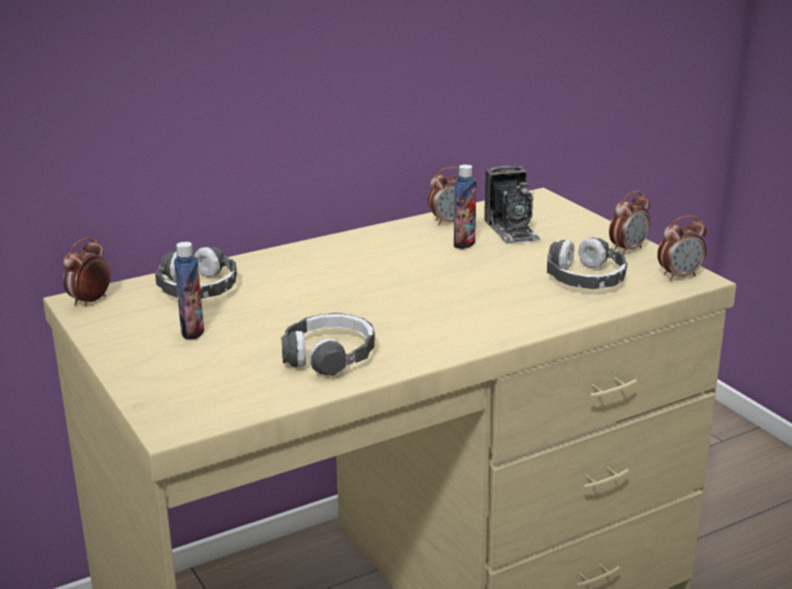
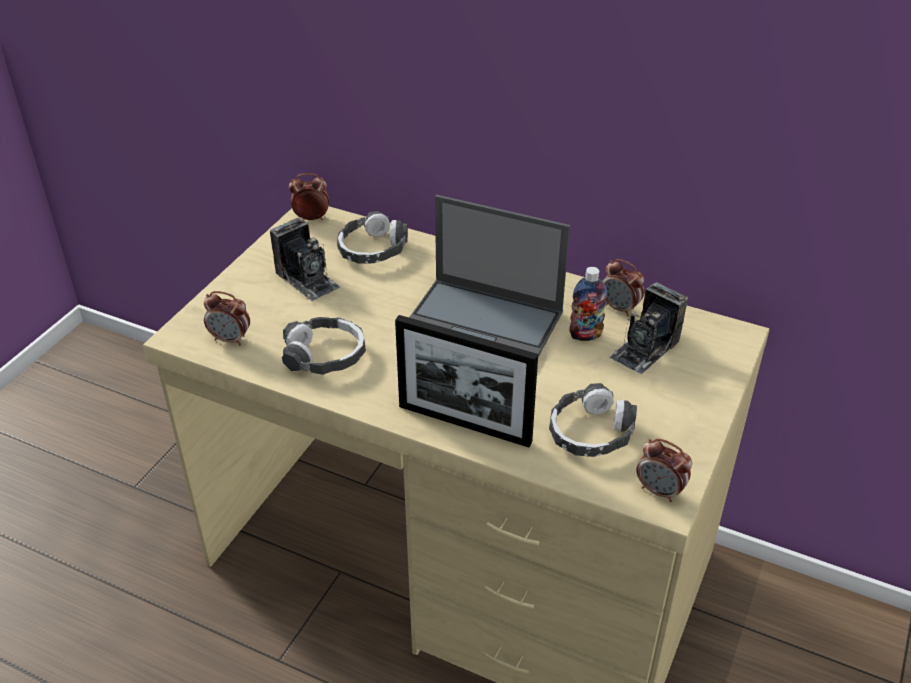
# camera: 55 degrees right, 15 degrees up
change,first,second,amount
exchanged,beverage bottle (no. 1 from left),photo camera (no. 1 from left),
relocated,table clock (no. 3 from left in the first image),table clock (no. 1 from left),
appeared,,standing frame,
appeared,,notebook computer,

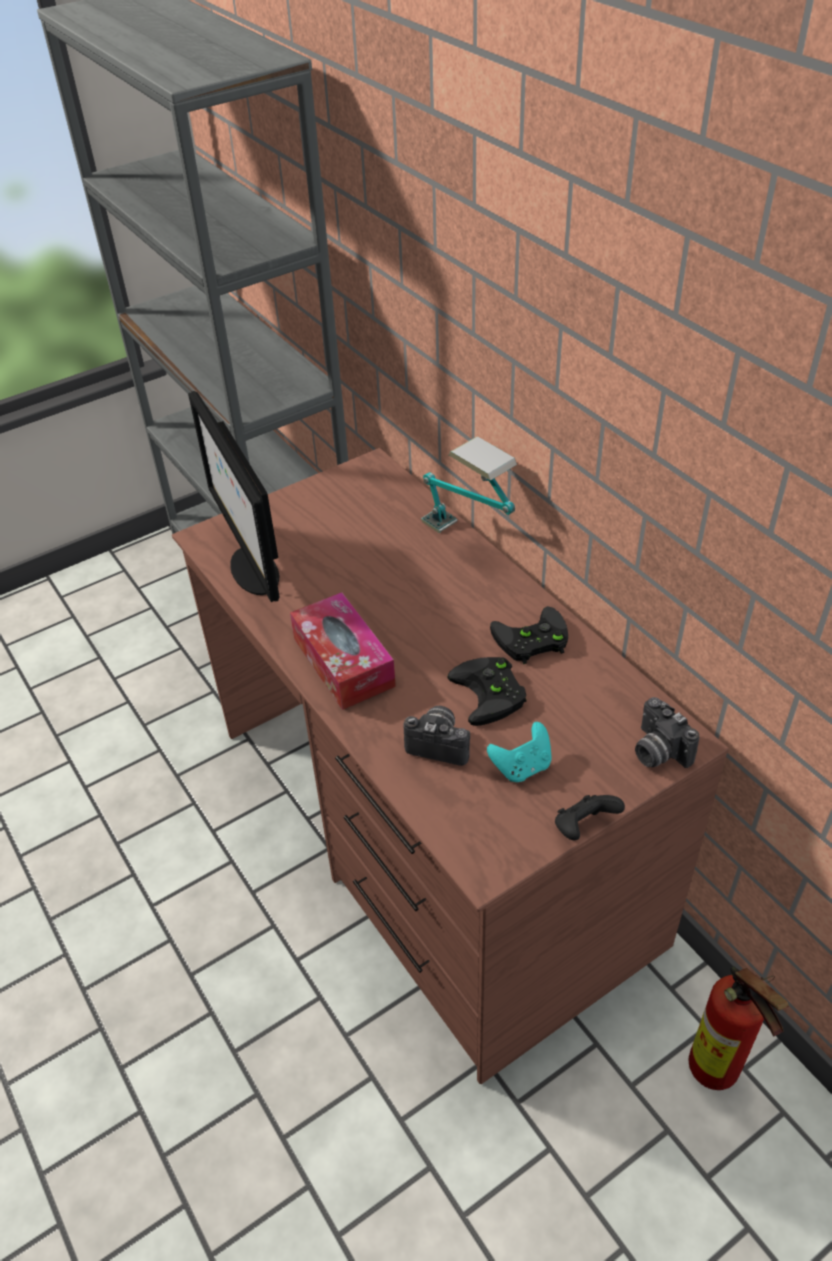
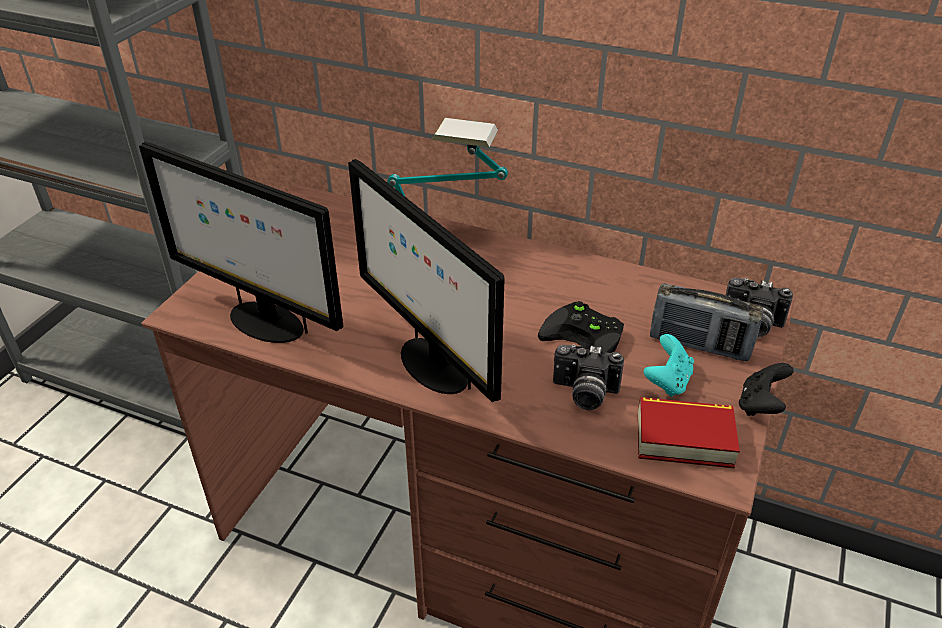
# camera: 35 degrees left, 5 degrees down
change,first,second,amount
exchanged,tissue holder,computer screen (no. 2 from left),
spun,photo camera (no. 1 from left),,150 degrees counterclockwise
missing,blackish joypad (no. 2 from left),,
missing,fire-fighting cylinder,,
appeared,,volume,
appeared,,radio receiver,

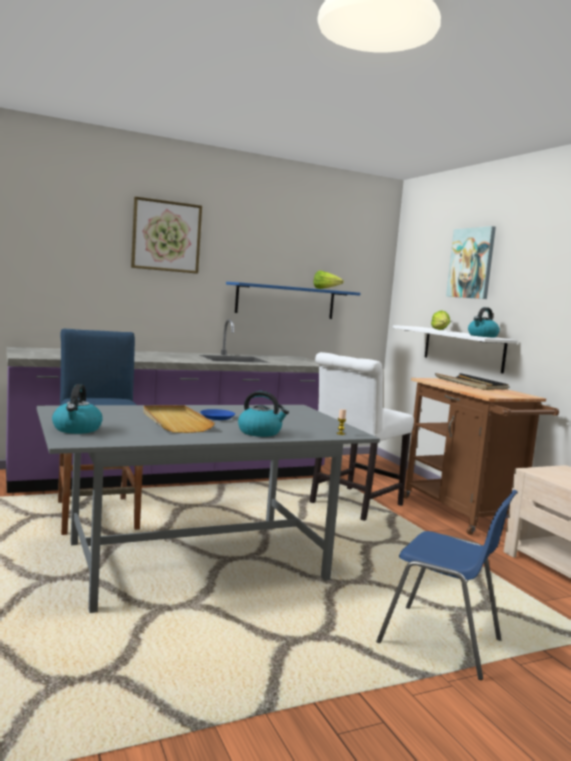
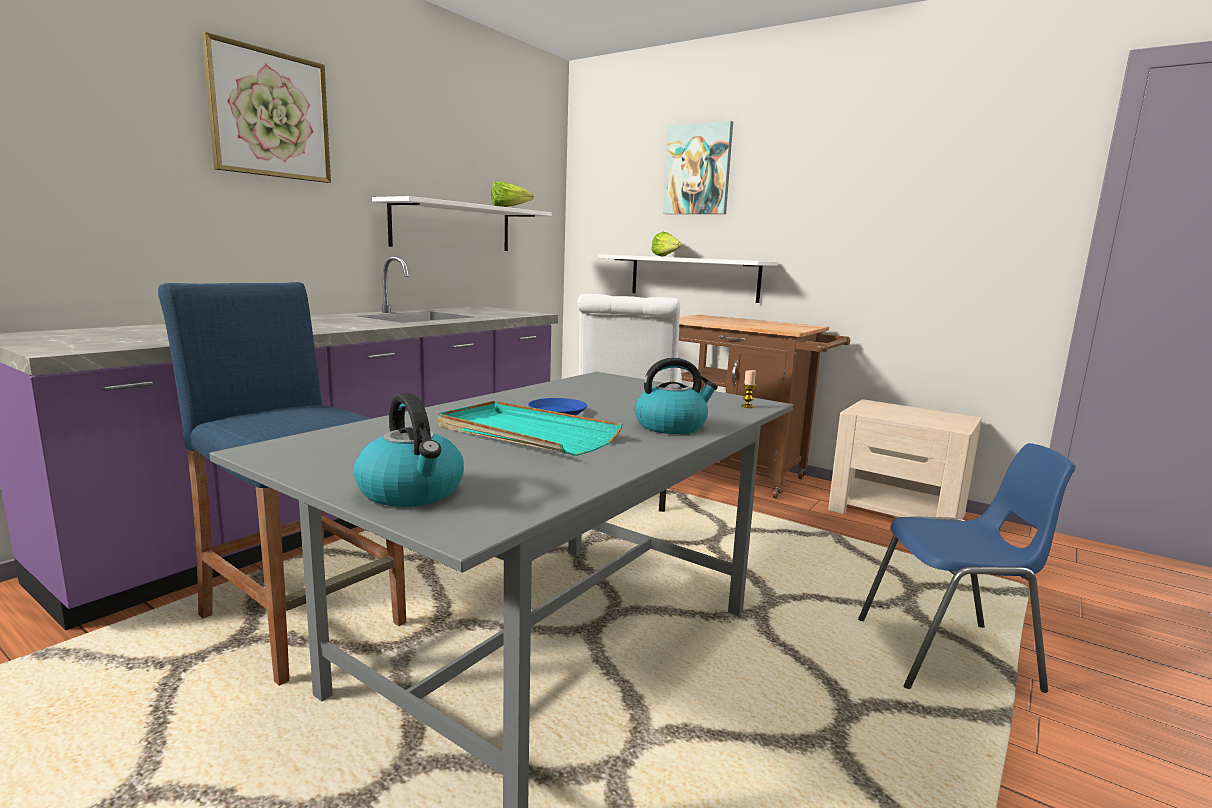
# camera: 30 degrees left, 5 degrees up
change,first,second,amount
colour,sand-coloured tray,blue-green tray,
colour,blue bracket shelf,whitish bracket shelf (no. 1 from left),
missing,blackish tray,,
missing,tea kettle (no. 3 from left),,

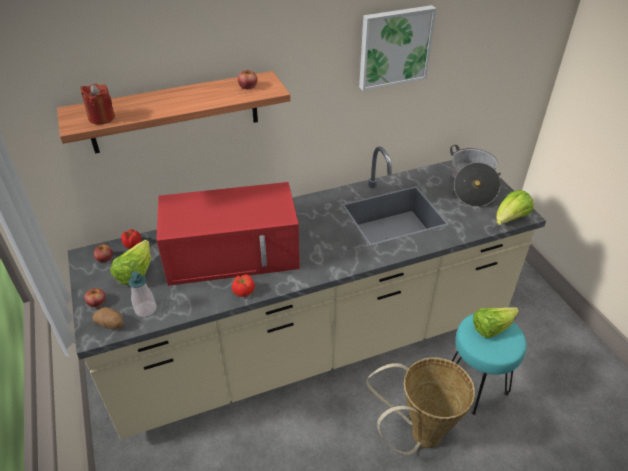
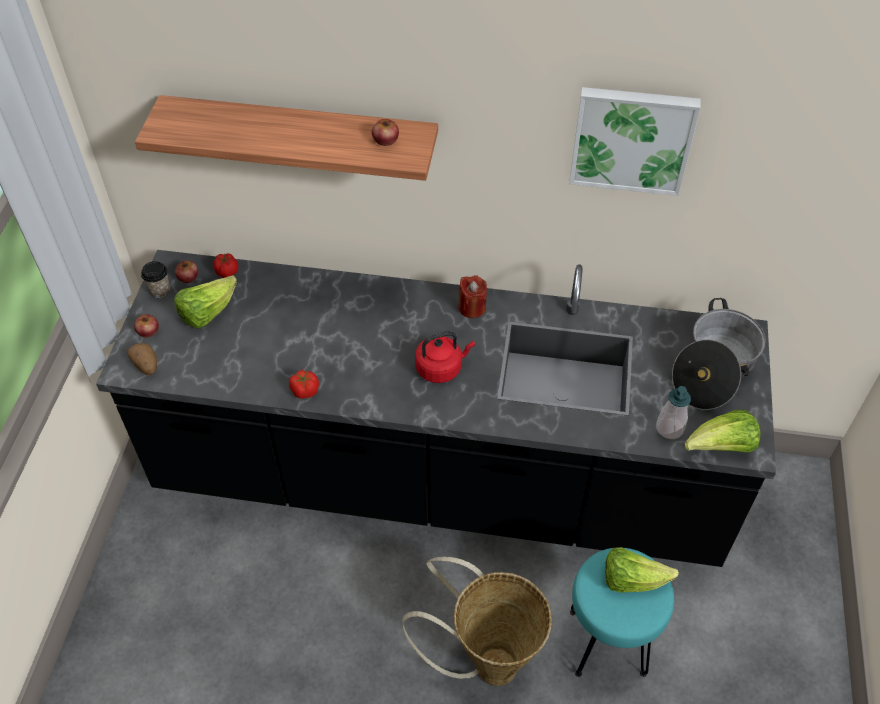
# camera: 30 degrees right, 10 degrees up
change,first,second,amount
colour,sand-coloured kitchen counter,blackish kitchen counter,
relocated,red wax light,,
relocated,soap dispenser,,
missing,red kitchen microwave,,
appeared,,cup,
appeared,,red tea kettle,

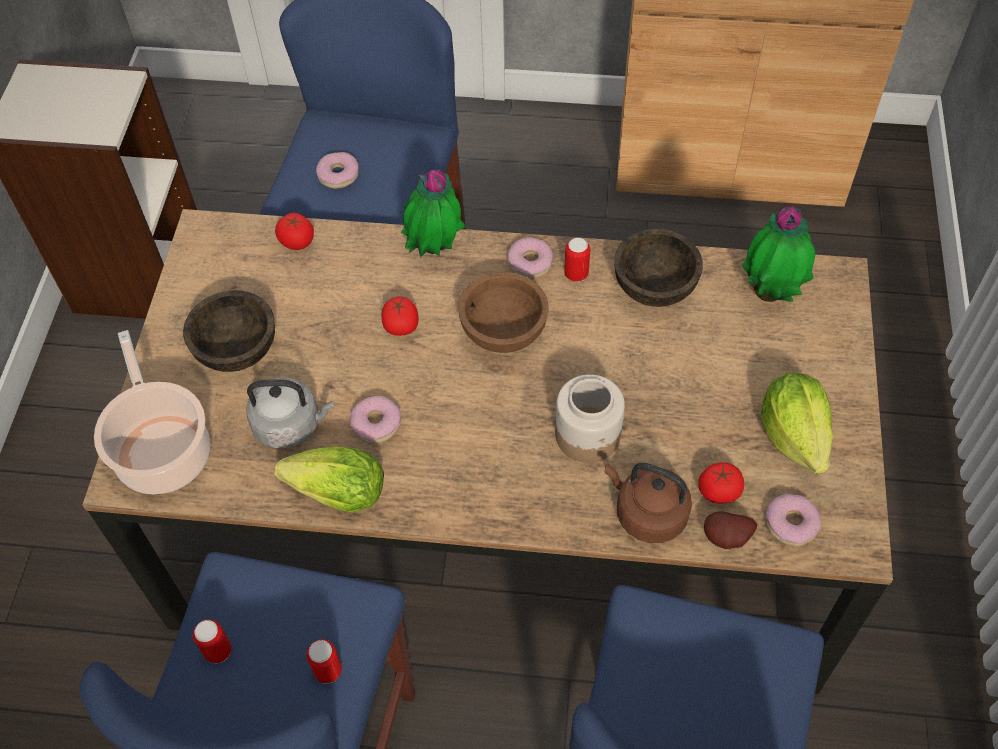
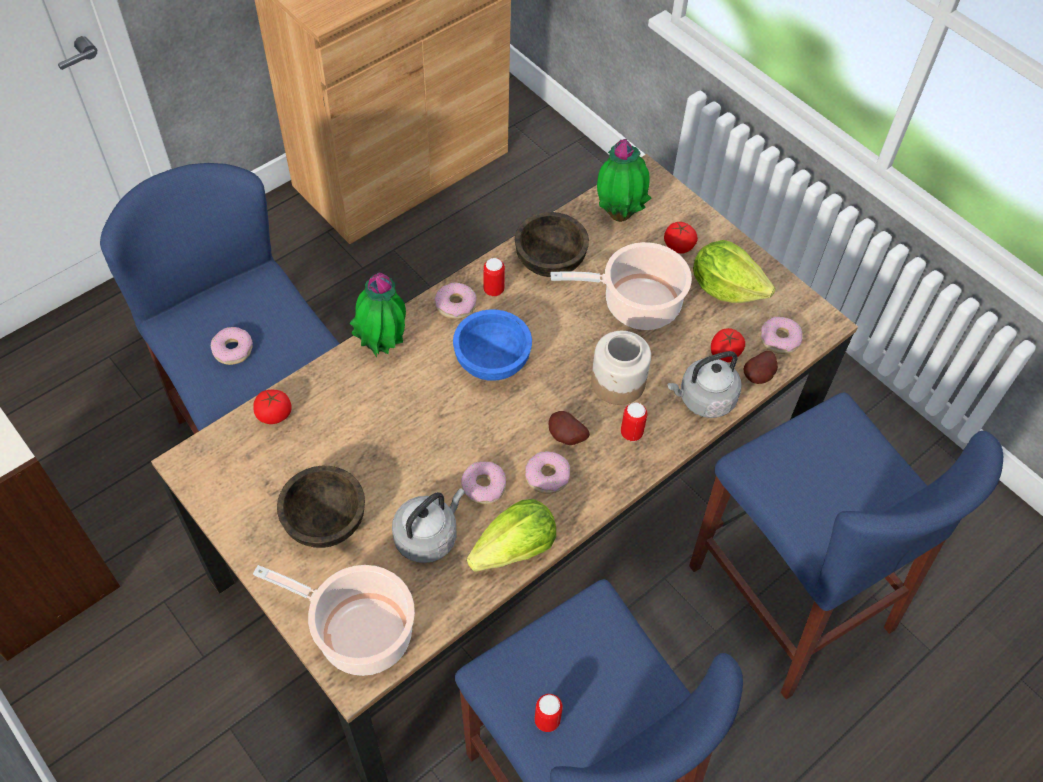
# camera: 50 degrees left, 0 degrees up
change,first,second,amount
relocated,can (no. 2 from left in the first image),can (no. 3 from left),
relocated,fresh tomato (no. 2 from left),,
colour,brown-coloured bowl (no. 2 from left),blue bowl,
colour,brown-coloured tea kettle,grey tea kettle (no. 2 from left),
appeared,,doughnut (no. 4 from left),
appeared,,potato (no. 1 from left),
appeared,,saucepot (no. 2 from left),

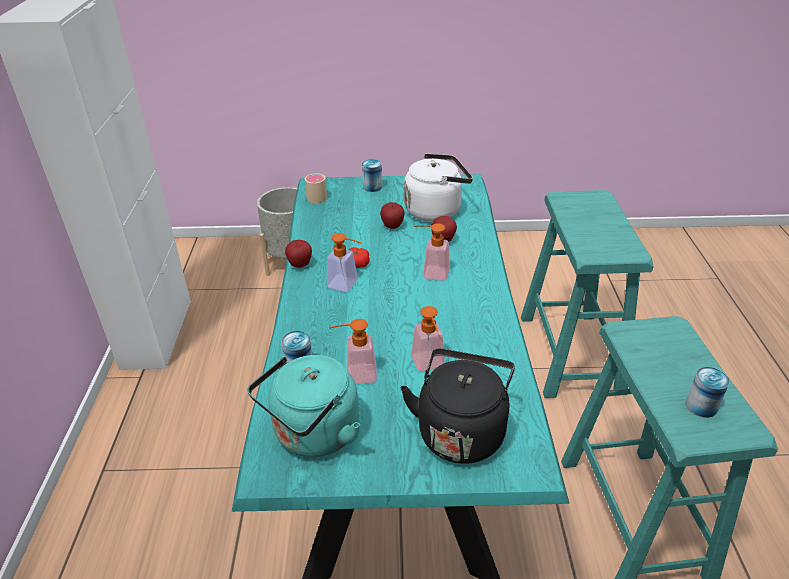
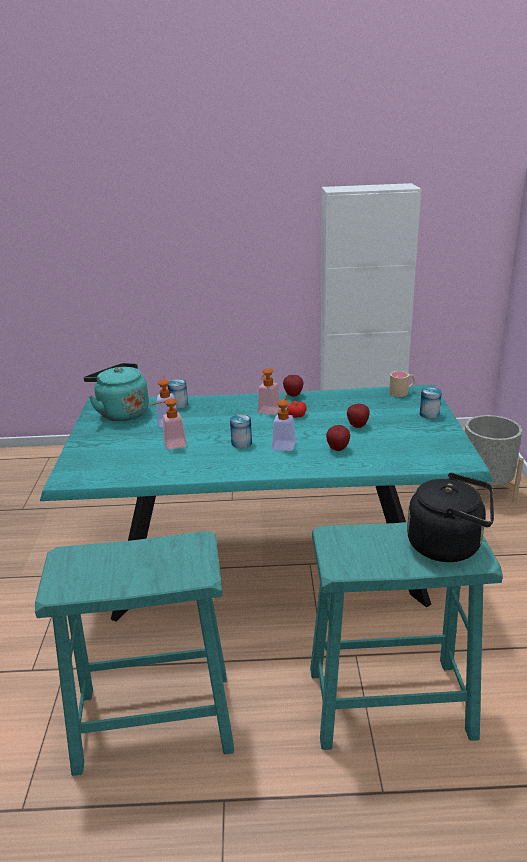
# camera: 90 degrees right, 10 degrees down
change,first,second,amount
relocated,blackish tea kettle,,
missing,whitish tea kettle,,
relocated,can (no. 3 from left in the first image),can (no. 2 from left),

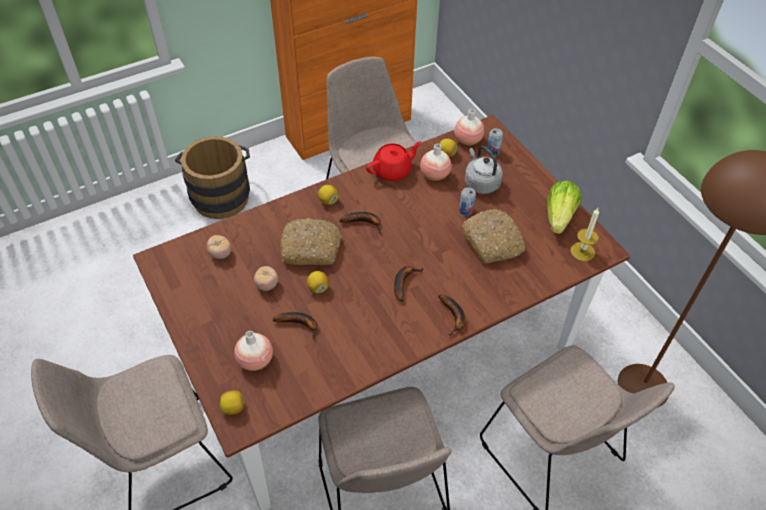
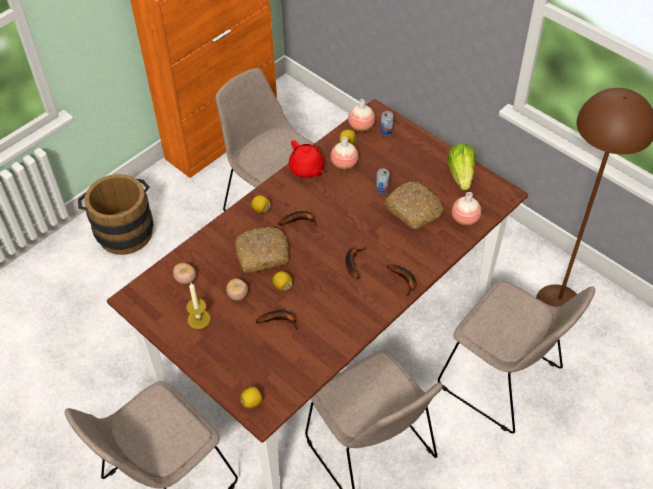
# camera: 15 degrees left, 0 degrees up
change,first,second,amount
relocated,decorative vase (no. 1 from left in the first image),decorative vase (no. 3 from left),
spun,red pot for tea,,105 degrees clockwise
missing,grey tea kettle,,
relocated,wax light,,

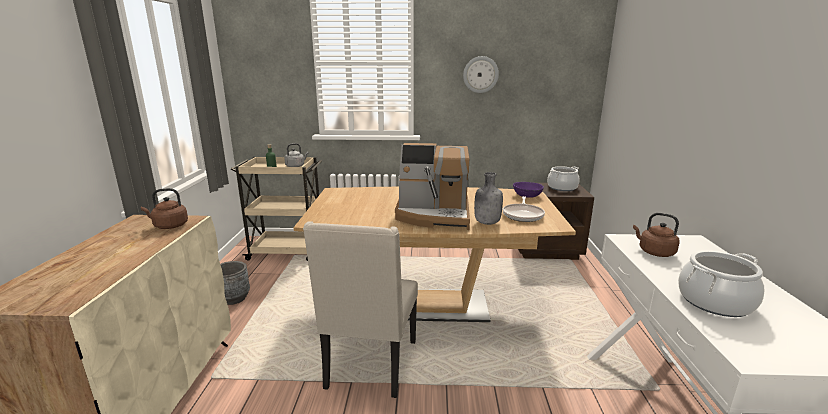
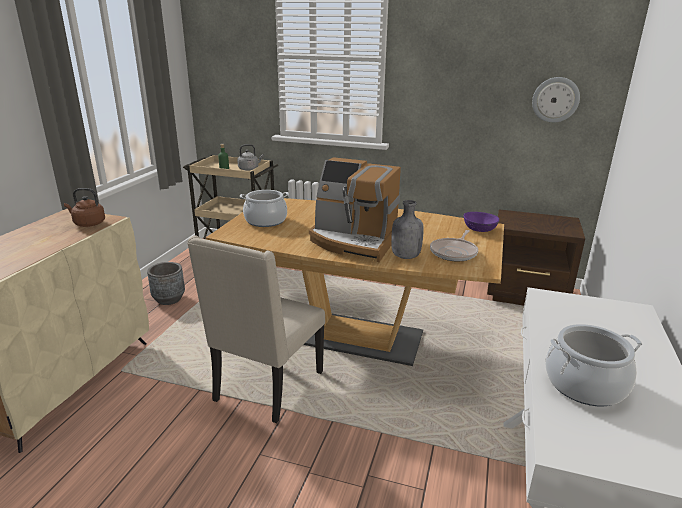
# camera: 15 degrees right, 5 degrees up
change,first,second,amount
relocated,hanging clock,,
relocated,saucepot (no. 1 from left),,
missing,brown-coloured tea kettle (no. 2 from left),,

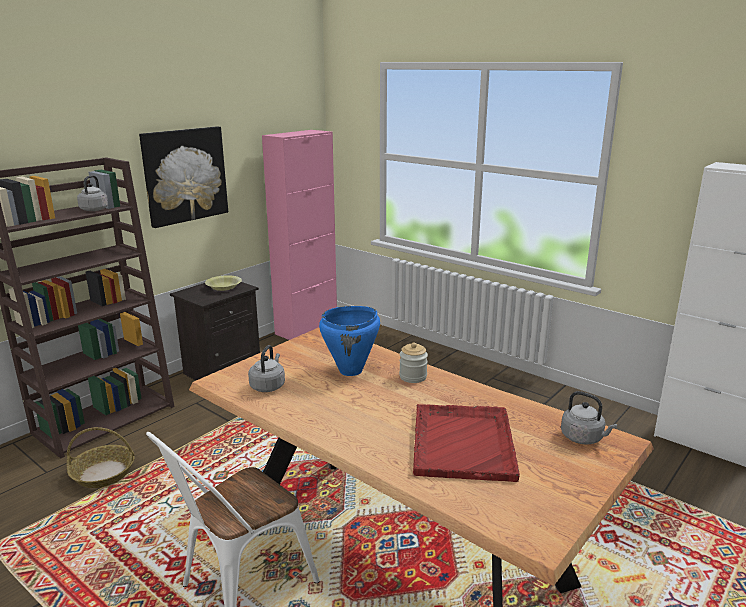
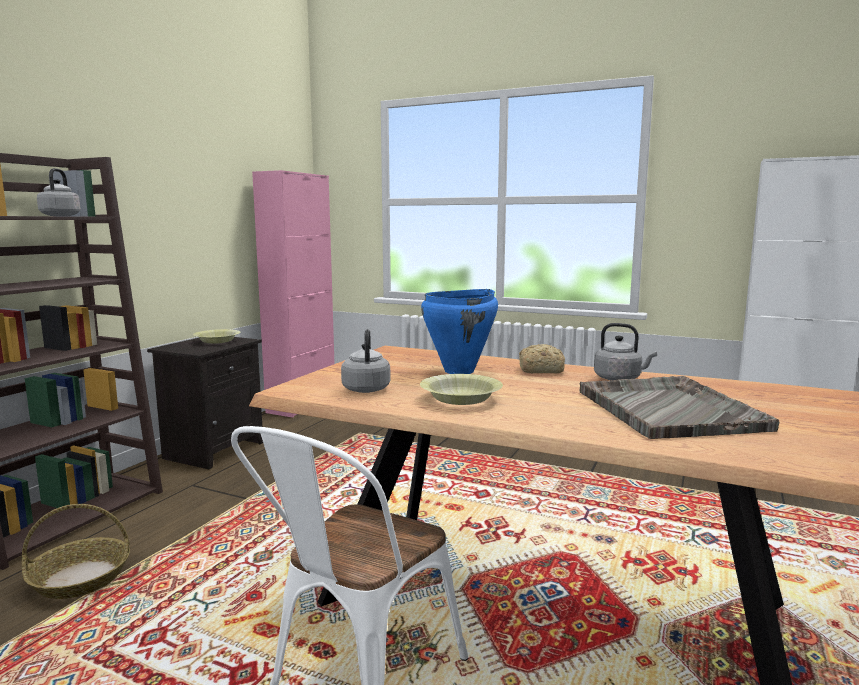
# camera: 15 degrees left, 10 degrees down
change,first,second,amount
missing,picture,,
exchanged,storage jar,bread,
colour,red tray,grey tray,
relocated,grey tea kettle (no. 3 from left),,
appeared,,yellowish bowl (no. 2 from left),

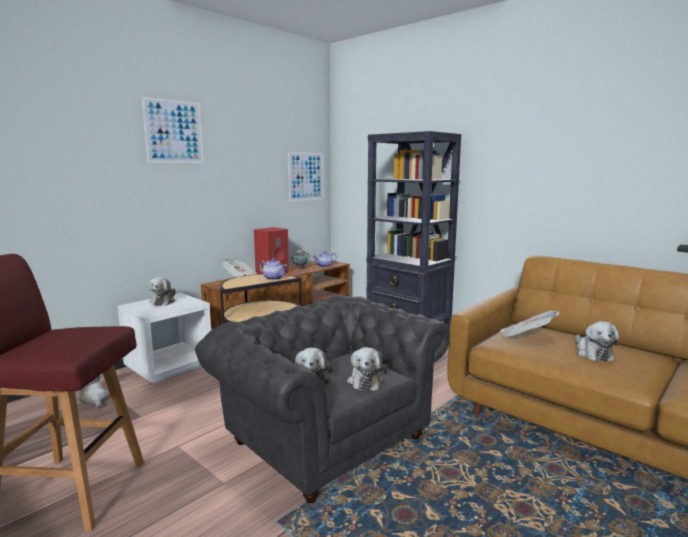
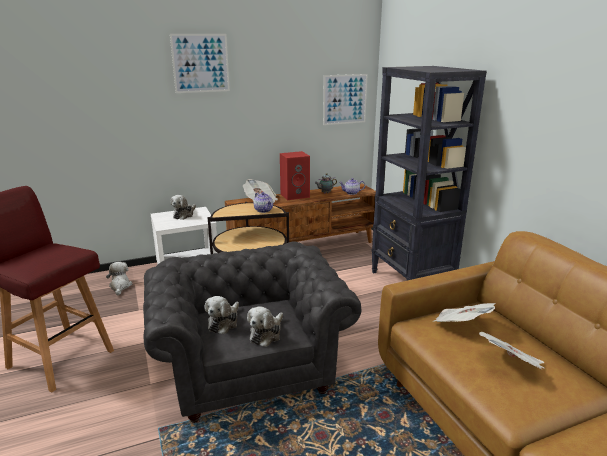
# camera: 25 degrees right, 10 degrees up
change,first,second,amount
exchanged,cuddly toy (no. 5 from left),newspaper (no. 3 from left),

